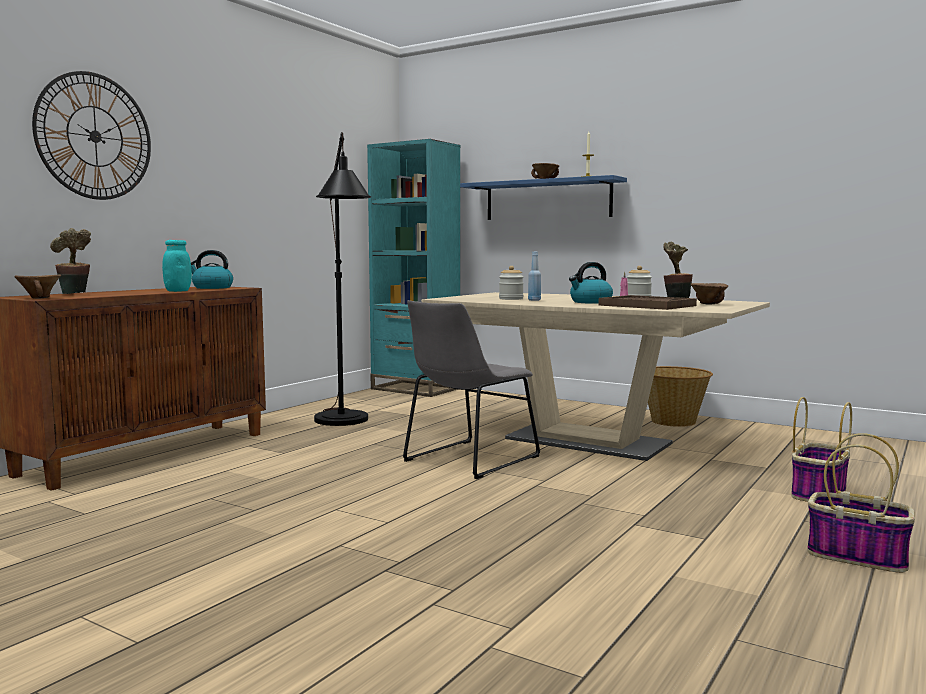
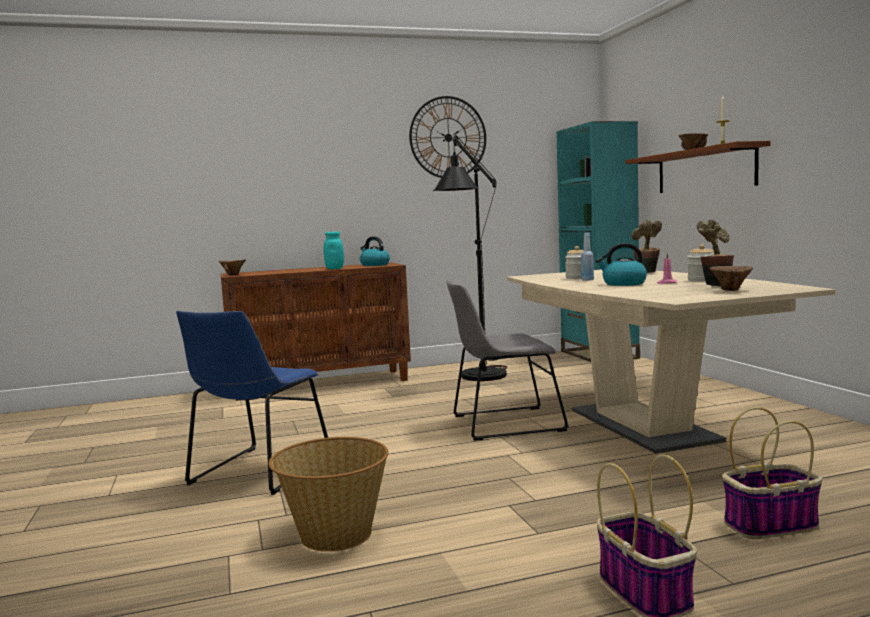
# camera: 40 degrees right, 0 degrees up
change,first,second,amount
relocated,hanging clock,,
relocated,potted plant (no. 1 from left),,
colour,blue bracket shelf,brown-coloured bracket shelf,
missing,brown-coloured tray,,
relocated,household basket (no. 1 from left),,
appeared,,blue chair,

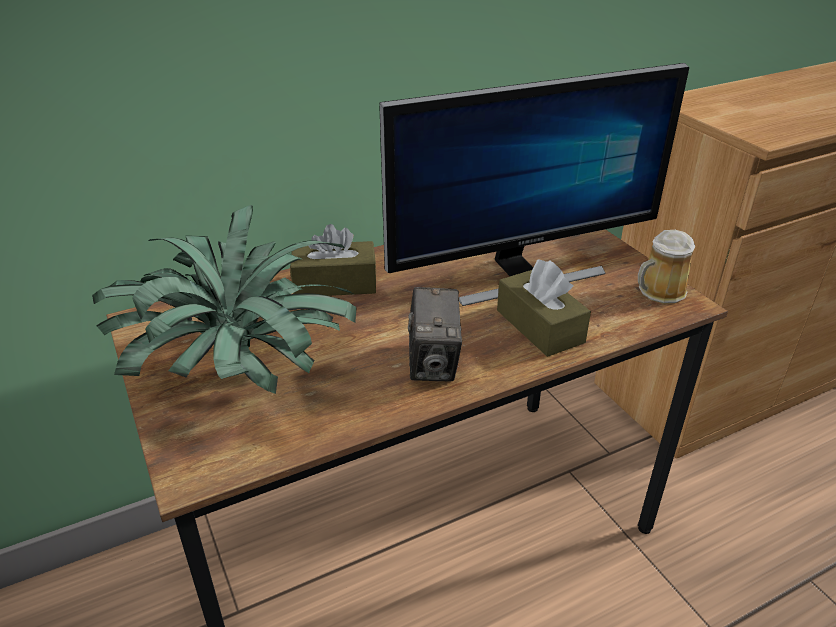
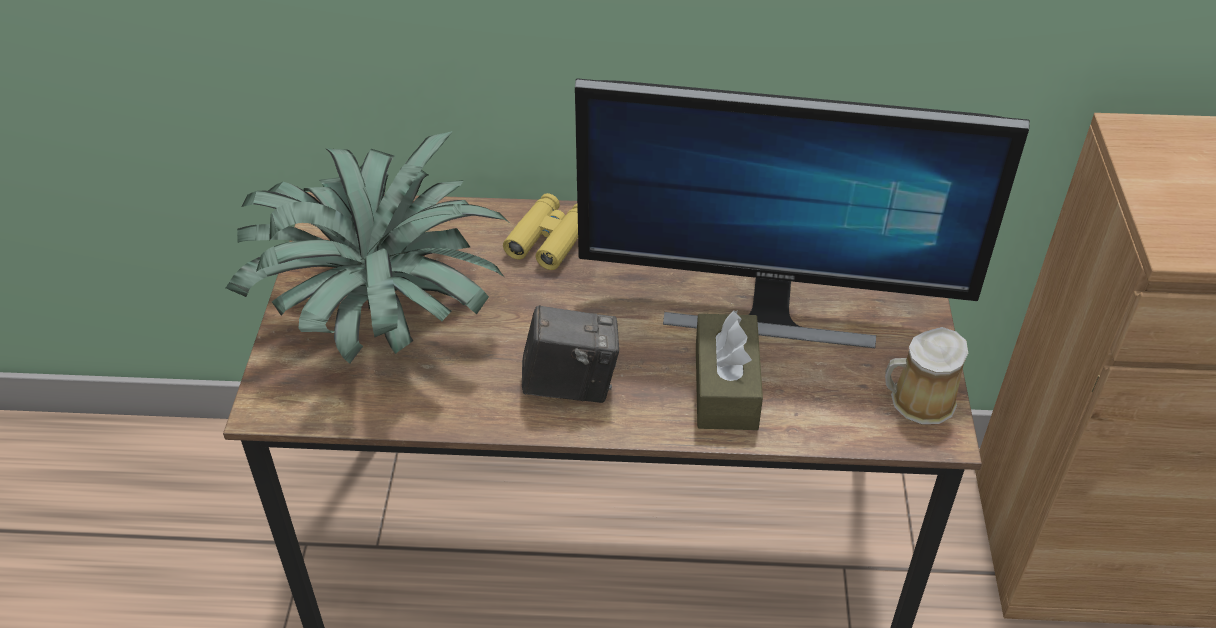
# camera: 30 degrees right, 10 degrees up
change,first,second,amount
exchanged,brown-coloured tissue holder (no. 1 from left),yellowish binoculars,
spun,photo camera,,120 degrees counterclockwise

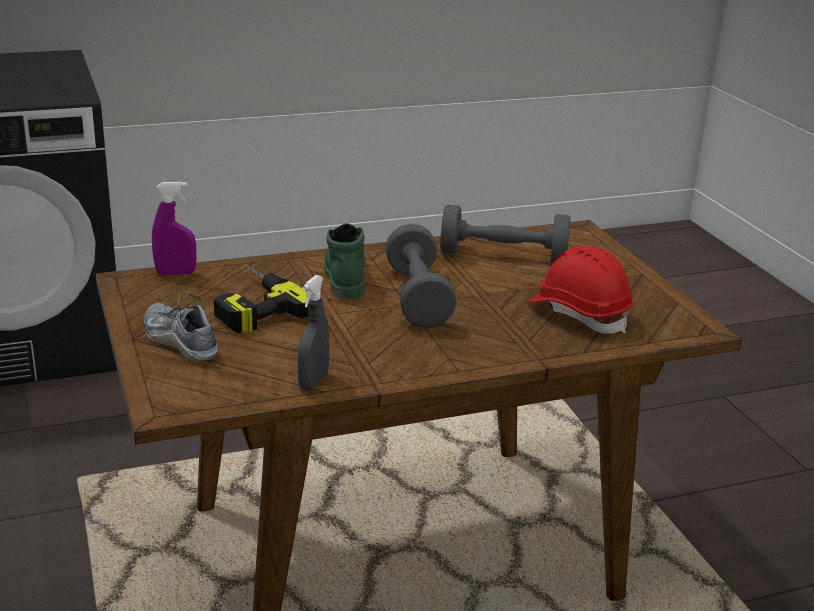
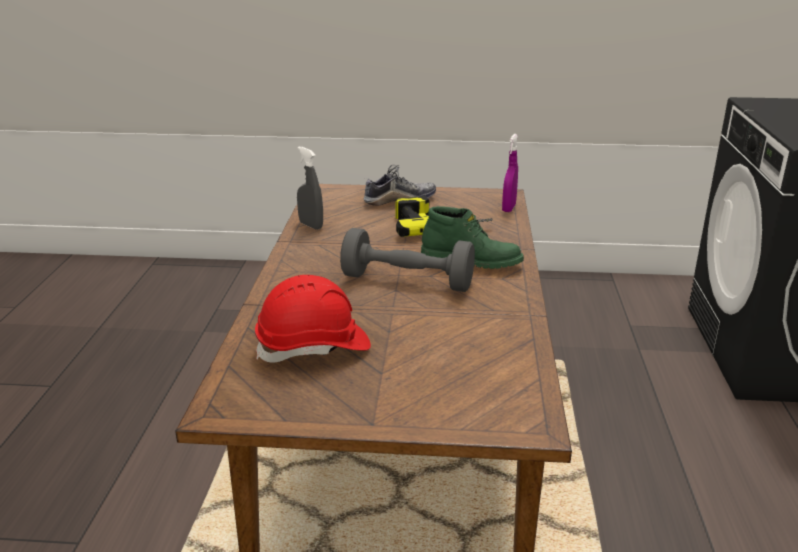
# camera: 115 degrees right, 0 degrees up
change,first,second,amount
missing,grey dumbbell (no. 2 from left),,

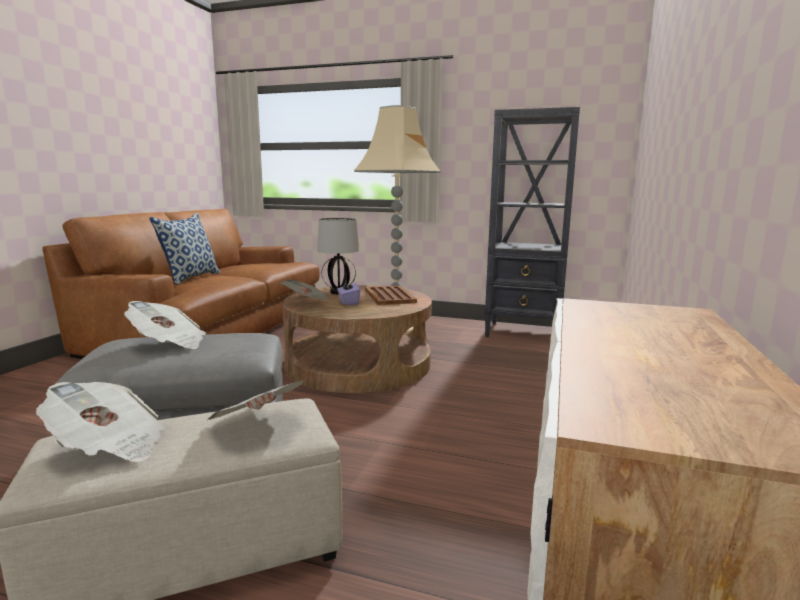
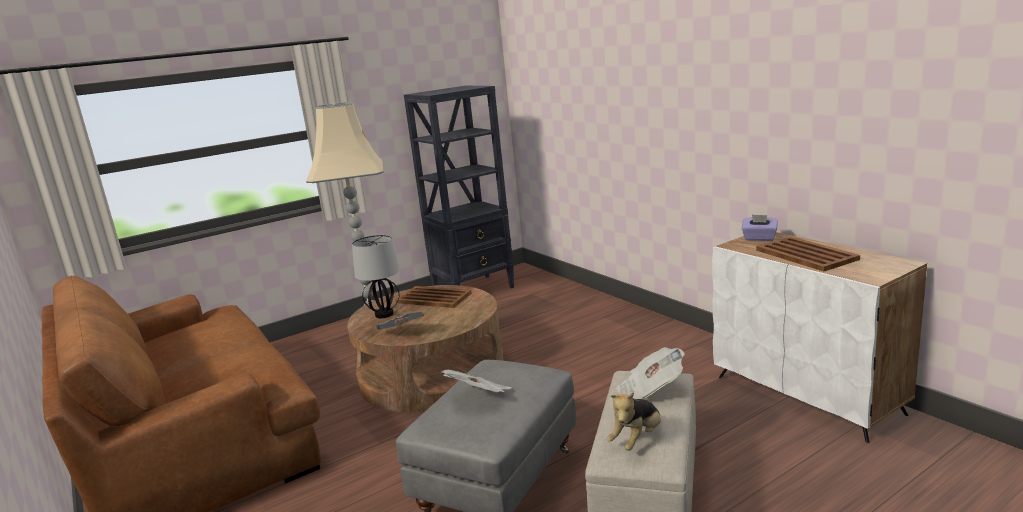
# camera: 50 degrees left, 5 degrees up
change,first,second,amount
exchanged,newspaper (no. 1 from left),cuddly toy,
missing,cushion,,
relocated,purplish tissue holder,,
appeared,,brown-coloured tray (no. 2 from left),

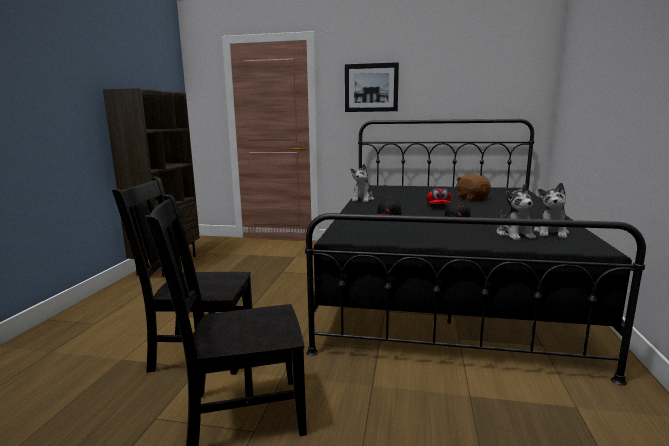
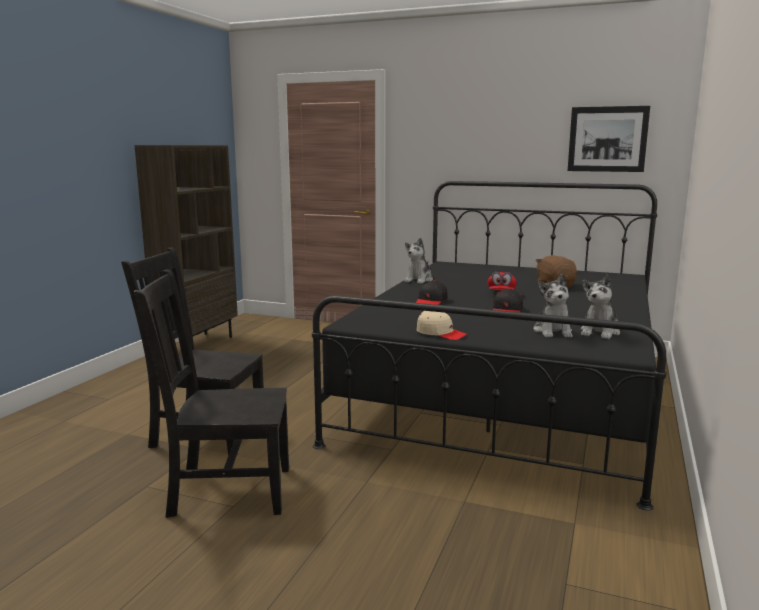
# camera: 10 degrees right, 0 degrees up
change,first,second,amount
relocated,picture,,
appeared,,sand-coloured peaked cap,

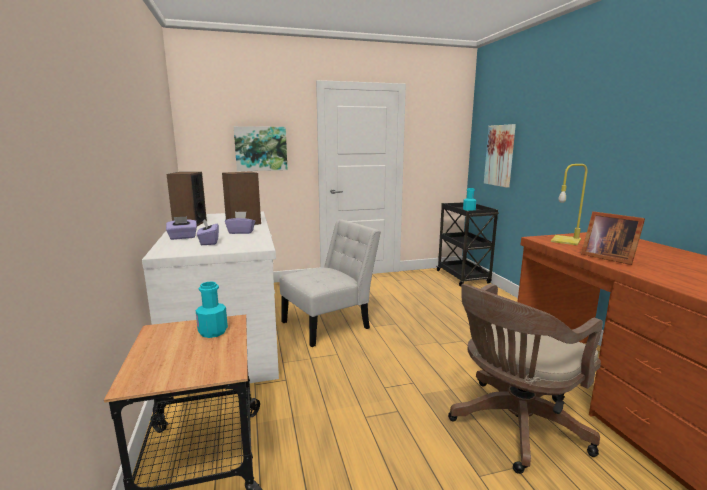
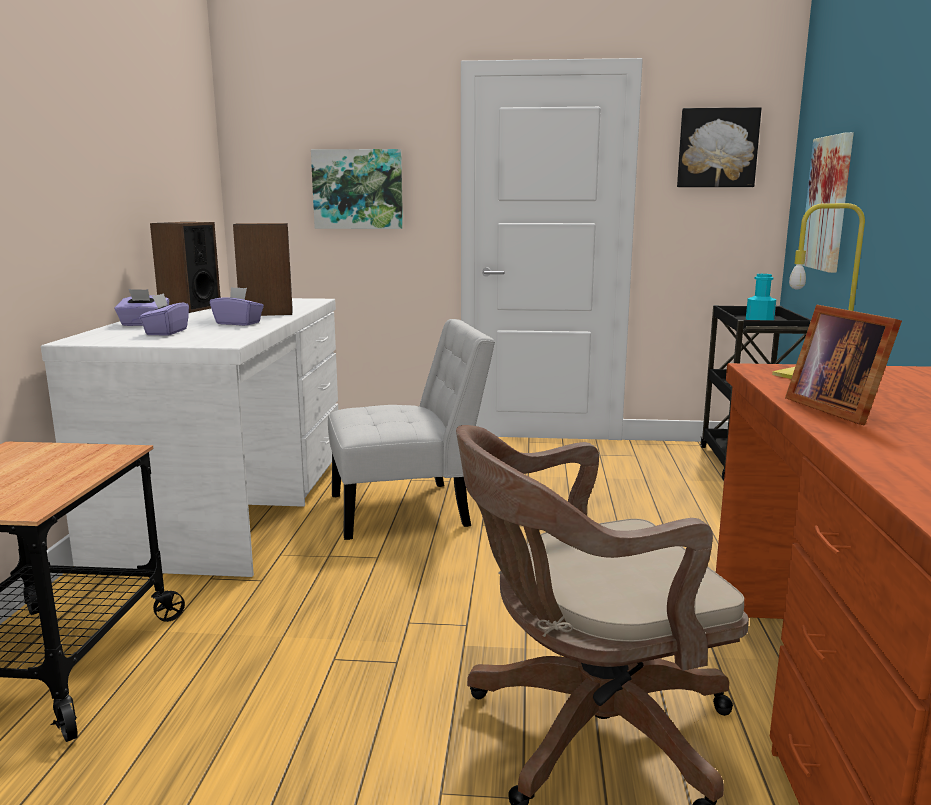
# camera: 20 degrees right, 0 degrees up
change,first,second,amount
missing,blue-green beverage bottle (no. 1 from left),,
appeared,,picture (no. 2 from left),

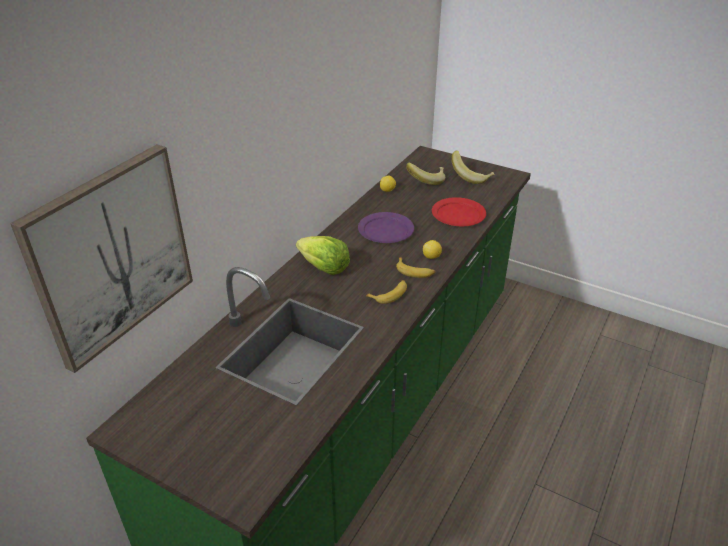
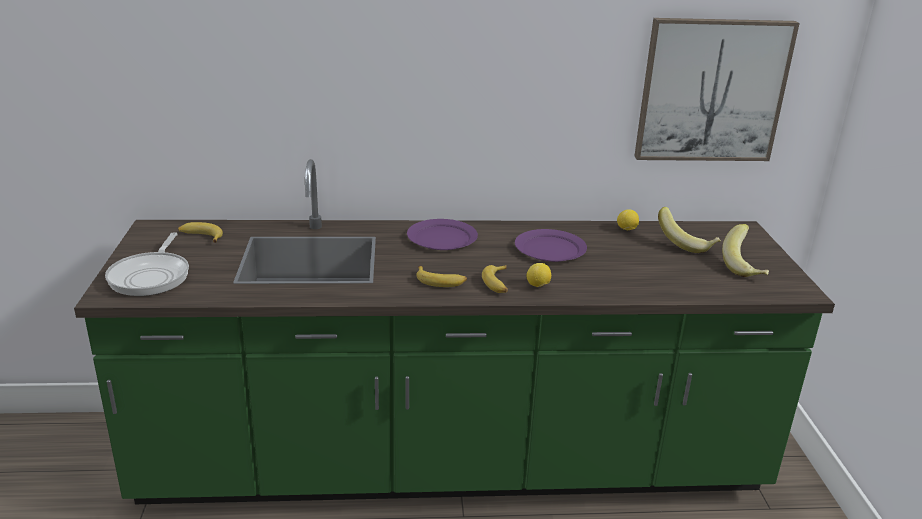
# camera: 55 degrees right, 10 degrees down
change,first,second,amount
relocated,picture,,
exchanged,lettuce,purplish plate (no. 1 from left),
missing,red plate,,
appeared,,frying pan,
appeared,,banana (no. 1 from left),

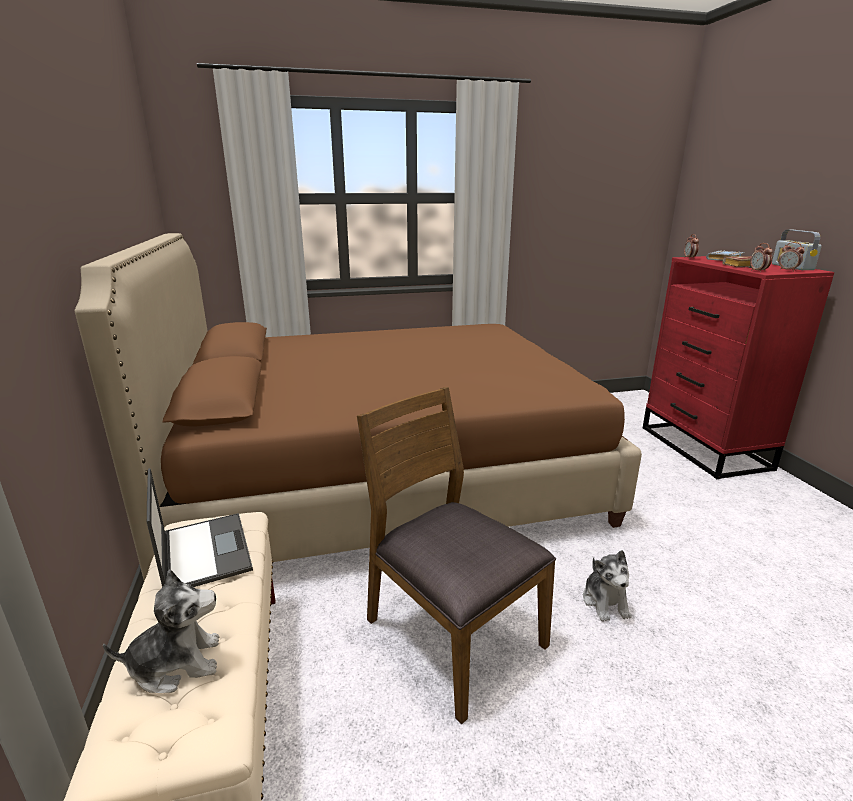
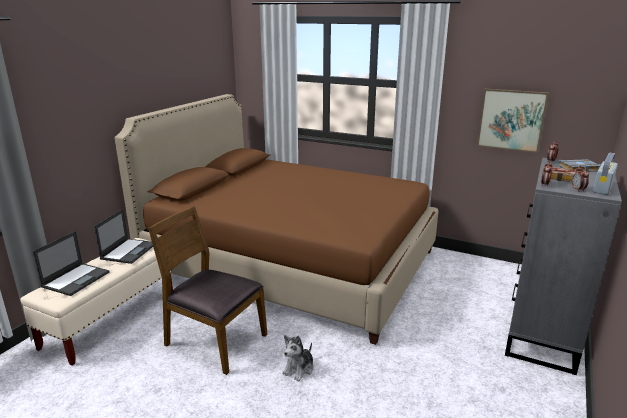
# camera: 40 degrees right, 0 degrees up
change,first,second,amount
exchanged,cuddly toy (no. 1 from left),notebook computer (no. 1 from left),
spun,brown-coloured chair,,60 degrees counterclockwise
colour,red dresser,grey dresser,
appeared,,picture,

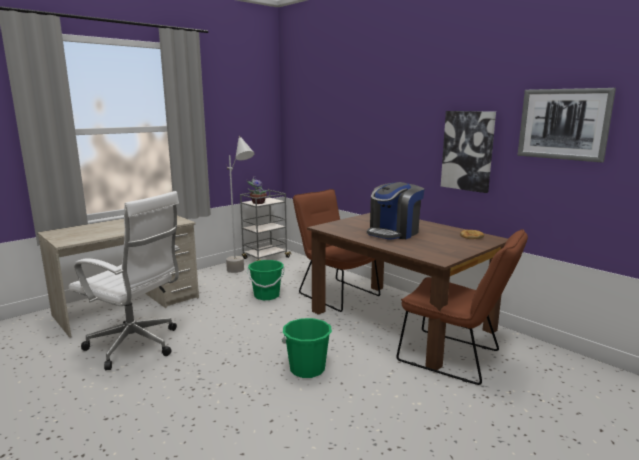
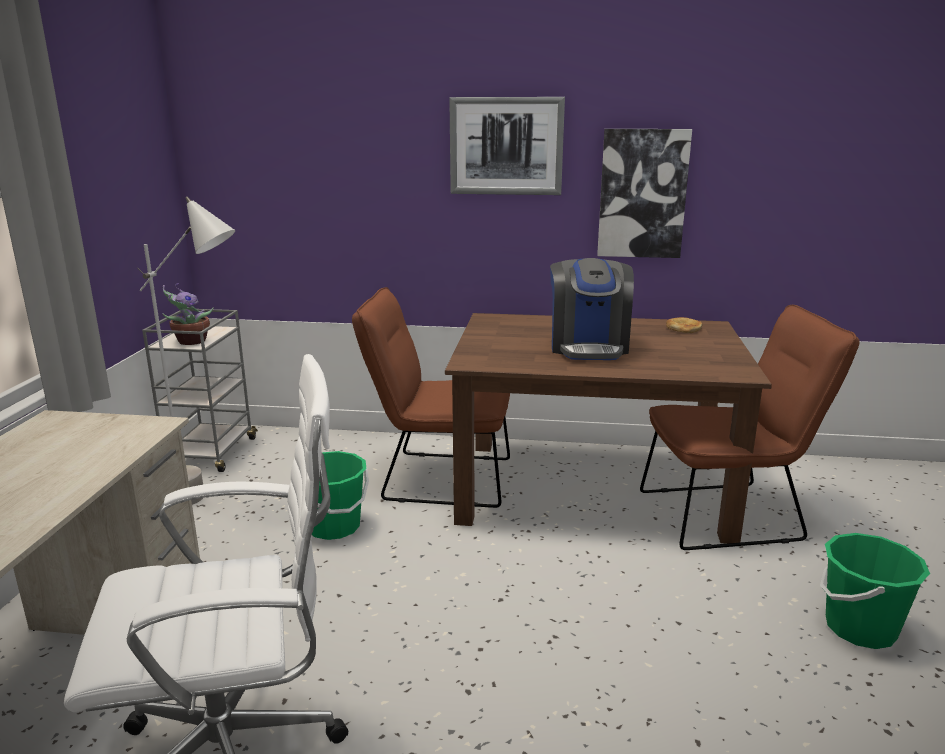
# camera: 40 degrees left, 5 degrees up
change,first,second,amount
relocated,greenish pail (no. 2 from left),,
relocated,picture (no. 2 from left in the first image),picture (no. 1 from left),

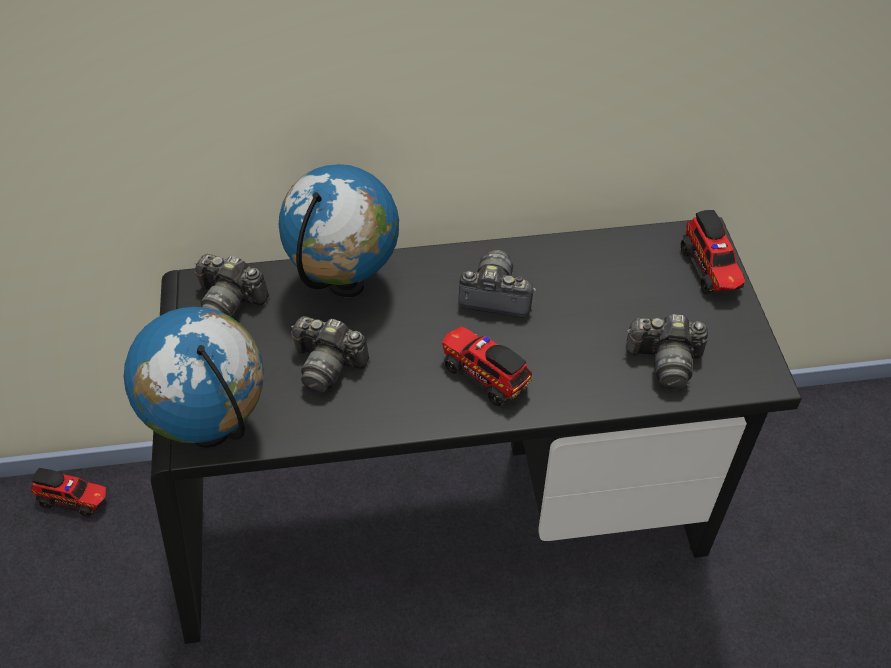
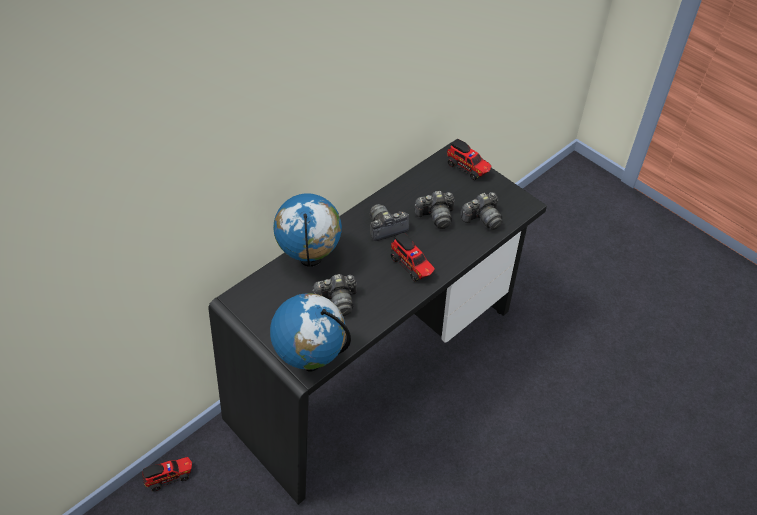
# camera: 35 degrees left, 0 degrees up
change,first,second,amount
relocated,photo camera (no. 1 from left in the first image),photo camera (no. 3 from left),
spun,model truck (no. 2 from left),,135 degrees counterclockwise

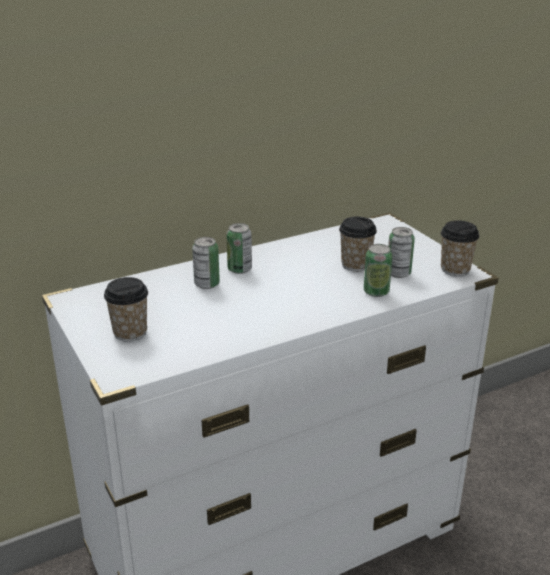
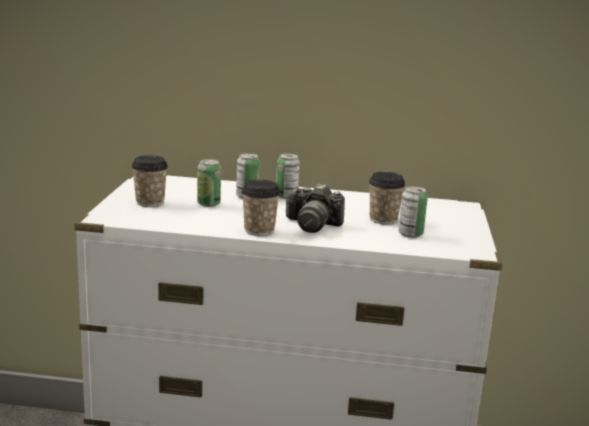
# camera: 35 degrees right, 10 degrees down
change,first,second,amount
relocated,can (no. 3 from left in the first image),can (no. 1 from left),
relocated,cup (no. 3 from left in the first image),cup (no. 2 from left),
appeared,,photo camera,

